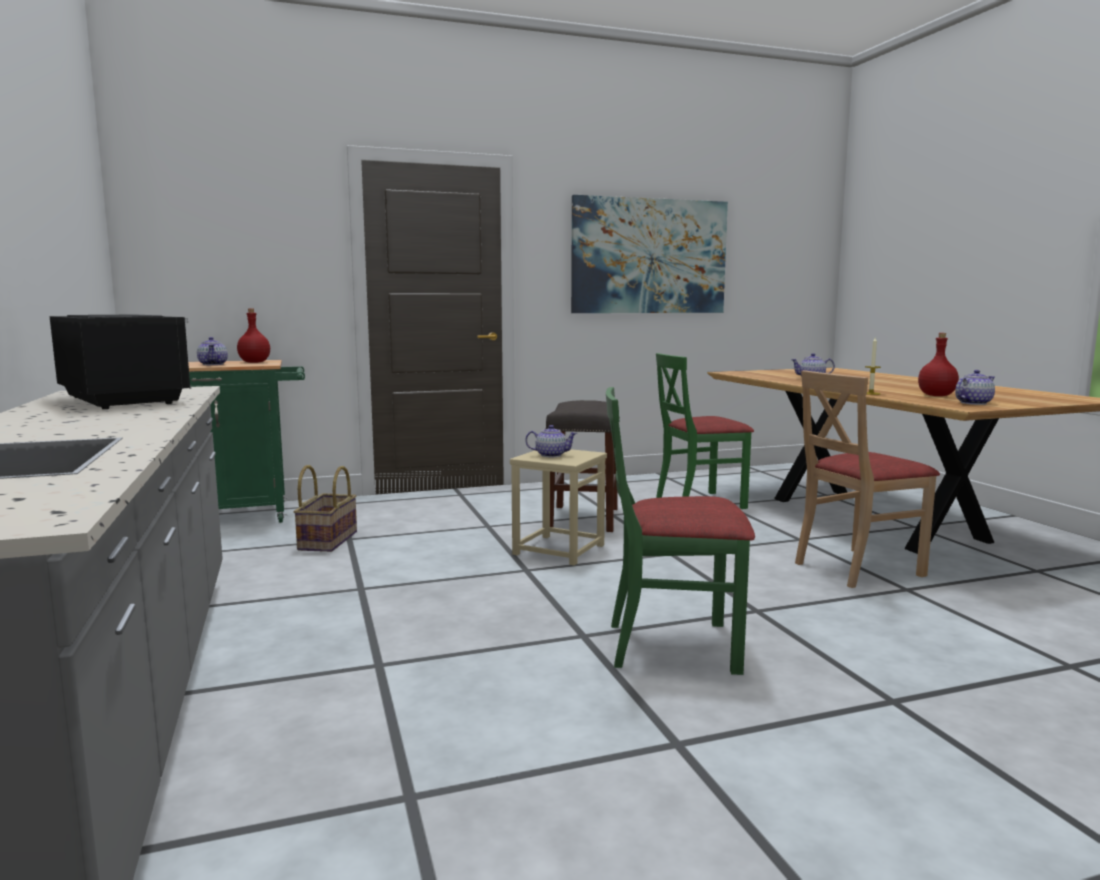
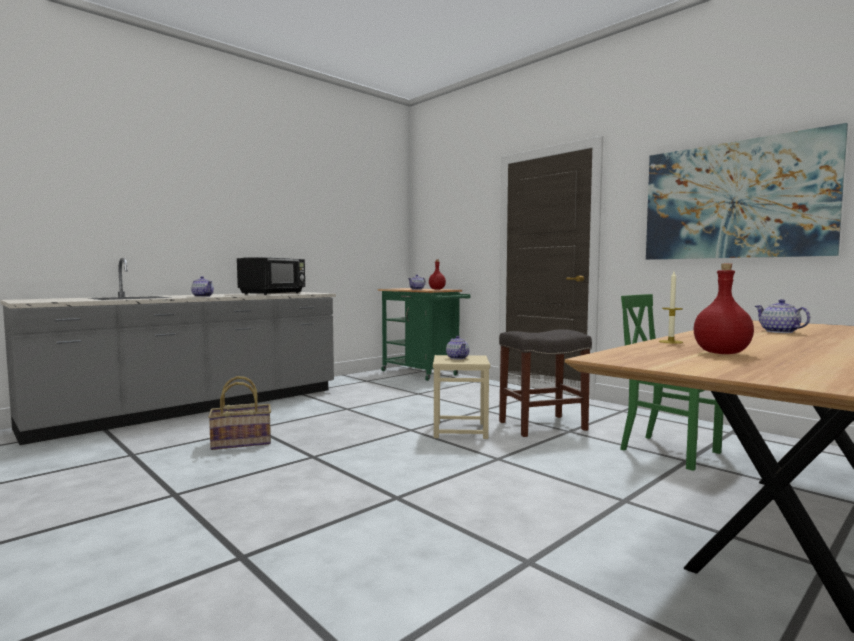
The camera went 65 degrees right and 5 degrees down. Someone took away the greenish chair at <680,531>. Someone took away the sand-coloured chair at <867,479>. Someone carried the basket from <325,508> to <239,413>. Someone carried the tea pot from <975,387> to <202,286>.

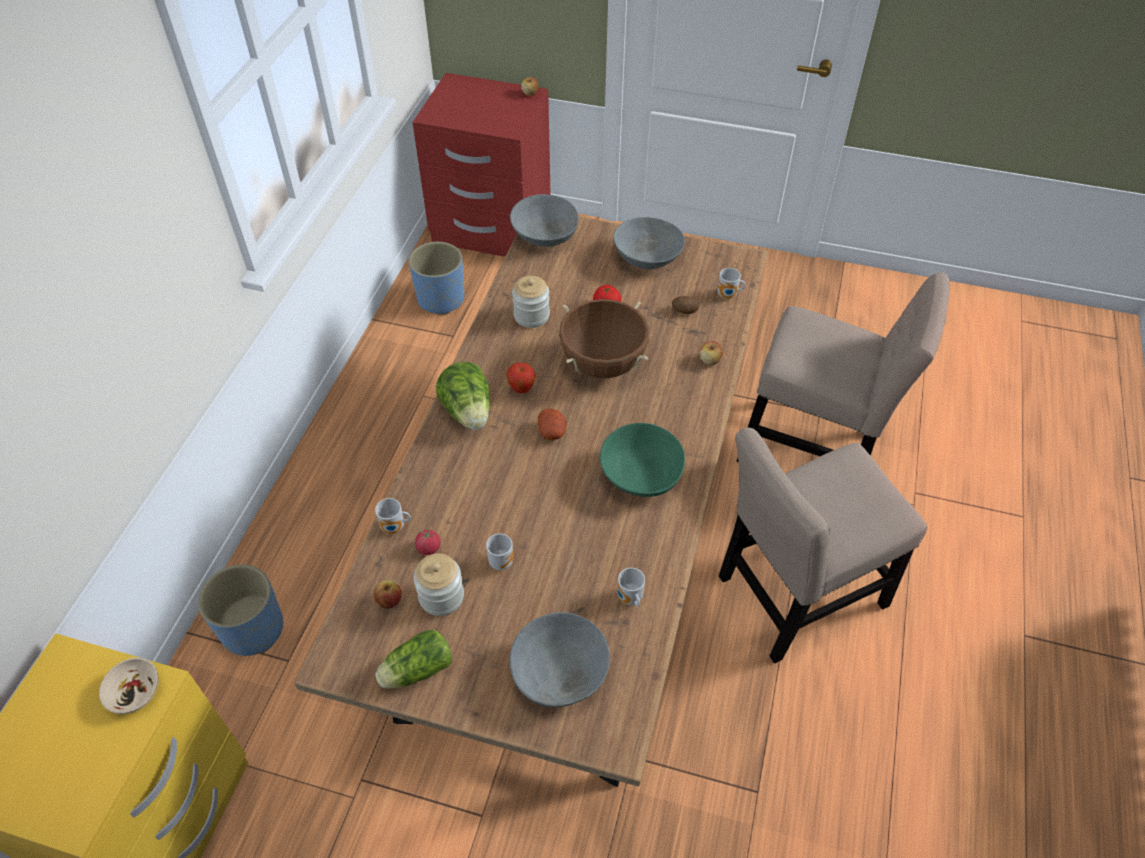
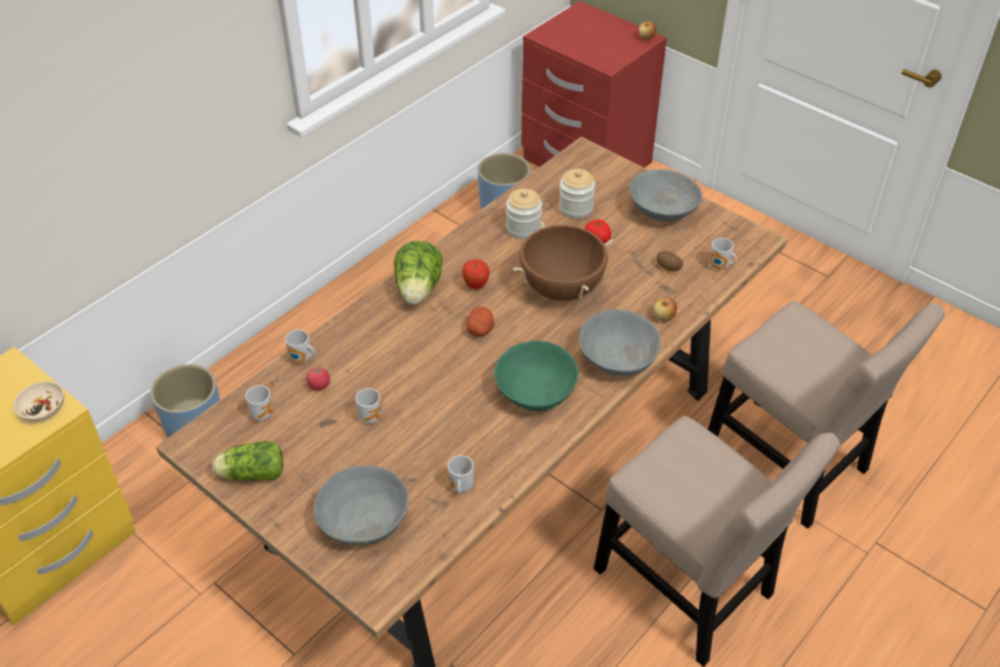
The camera went 25 degrees right and 5 degrees down. Someone carried the jar from <439,585> to <577,194>. Someone carried the grey deep dish from <544,220> to <619,342>. Someone swapped the whole apple at <387,594> for the tea mug at <259,403>. Someone rotated the sand-coloured chair at <823,545> by 135 degrees counterclockwise.

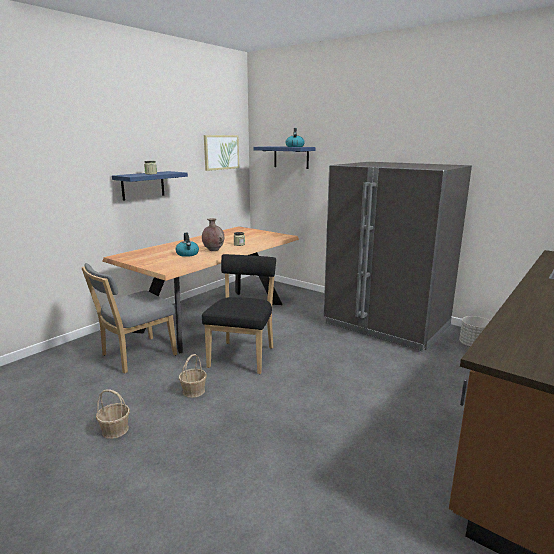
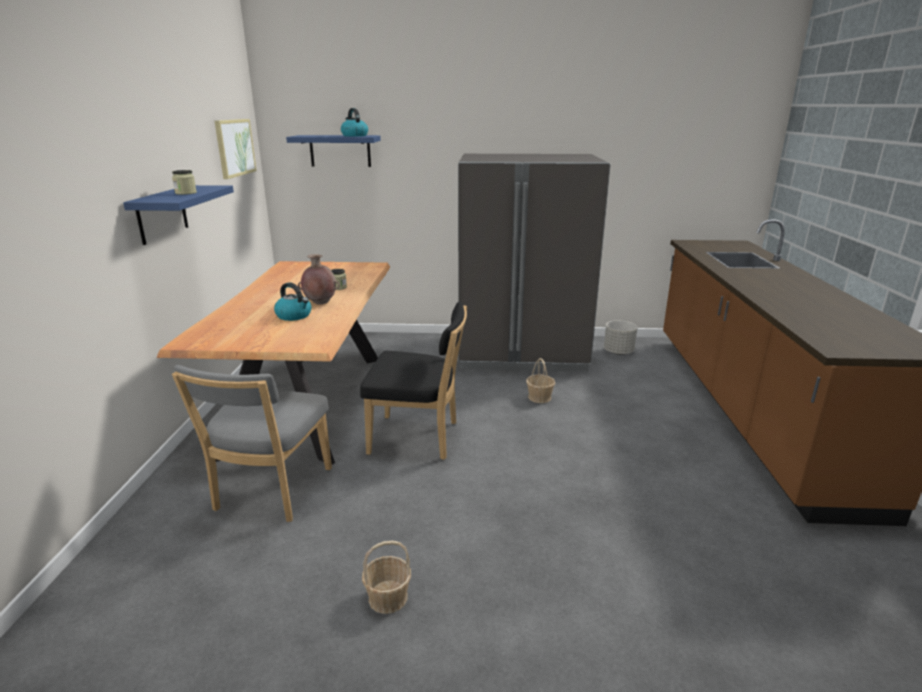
The camera went 35 degrees left and 5 degrees up. Someone carried the basket from <193,376> to <540,380>. Someone rotated the black-coloured chair at <239,314> by 120 degrees clockwise.

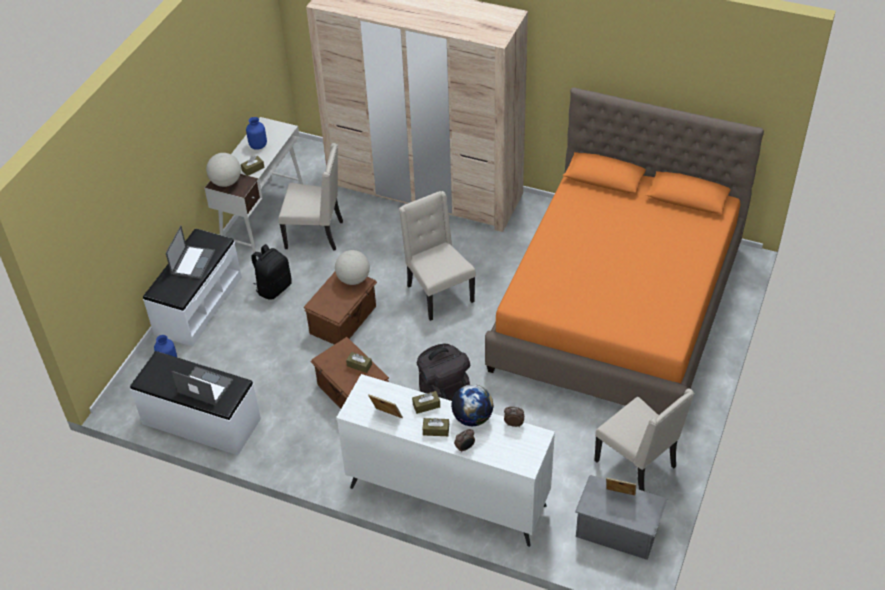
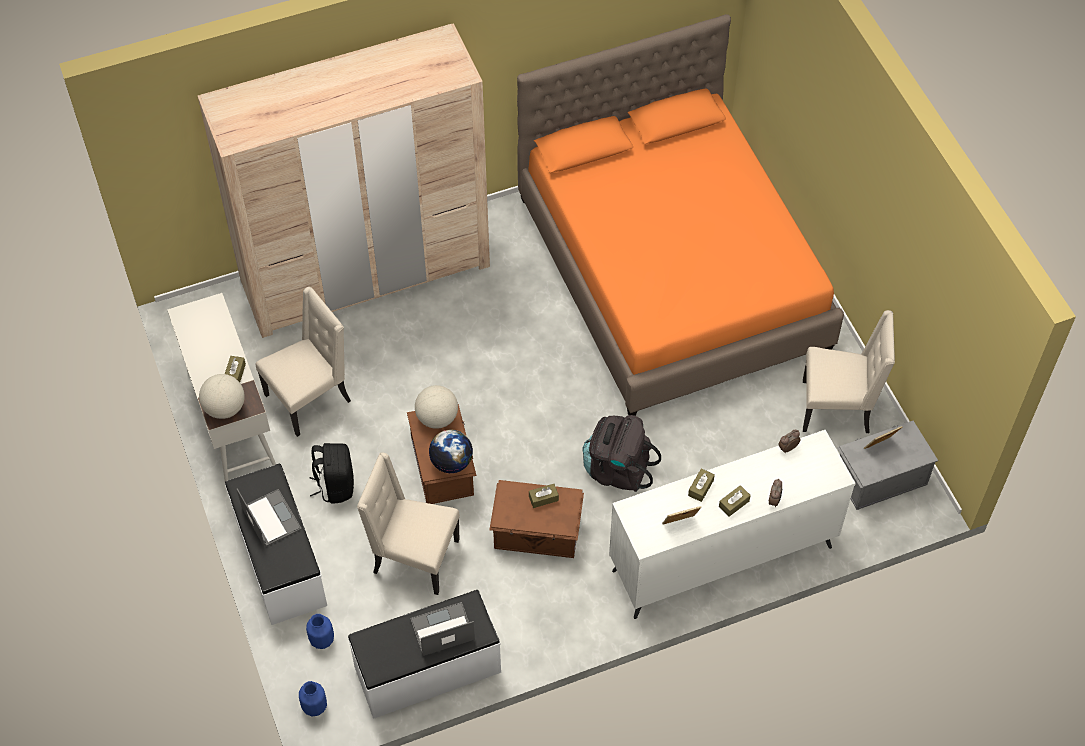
The camera went 45 degrees left and 10 degrees up. Someone carried the bluish flower vase from <256,133> to <313,698>. Someone carried the sand-coloured chair from <437,256> to <408,523>. Someone carried the world globe from <472,405> to <451,451>.

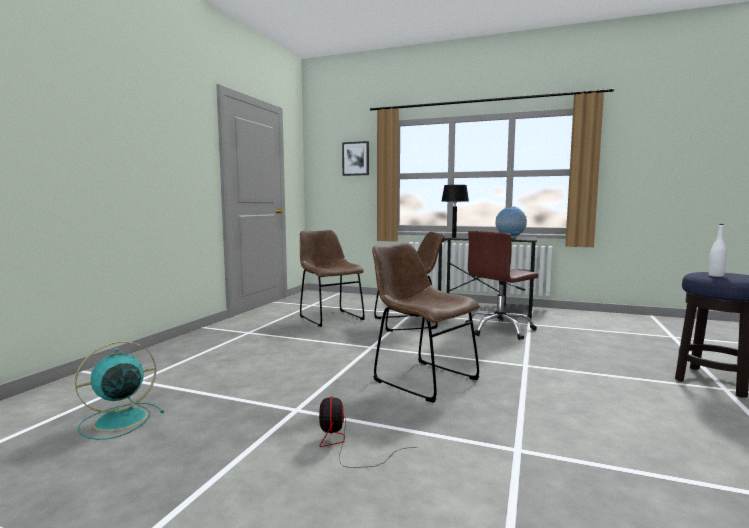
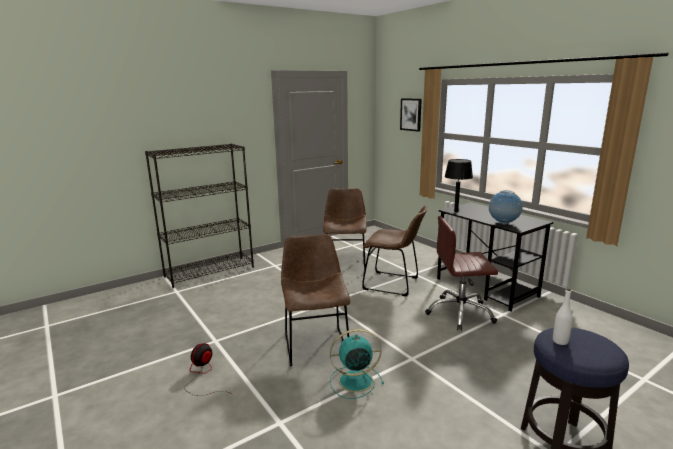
The camera went 35 degrees right and 10 degrees up. Someone put down the black-coloured bookshelf at <199,216>. Someone carried the blue-green electric fan from <119,390> to <357,364>.

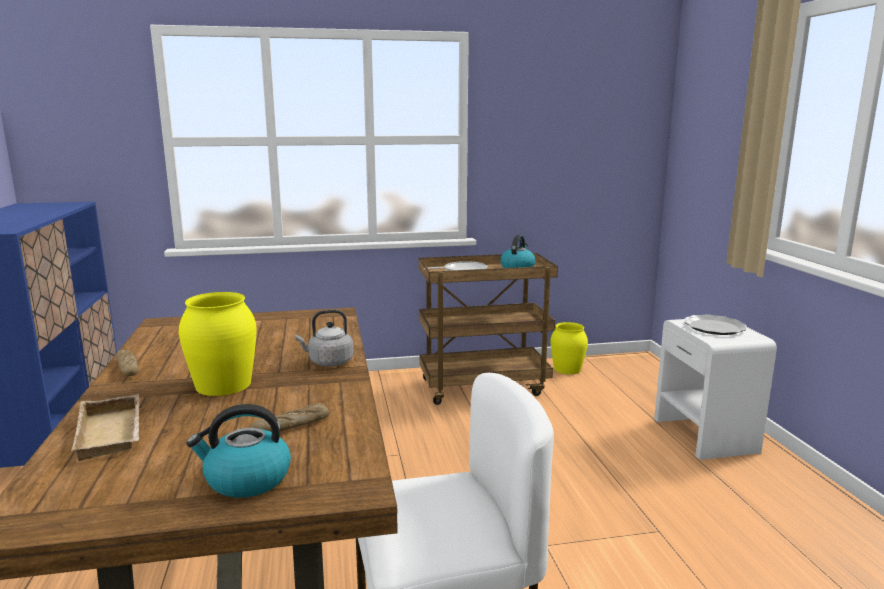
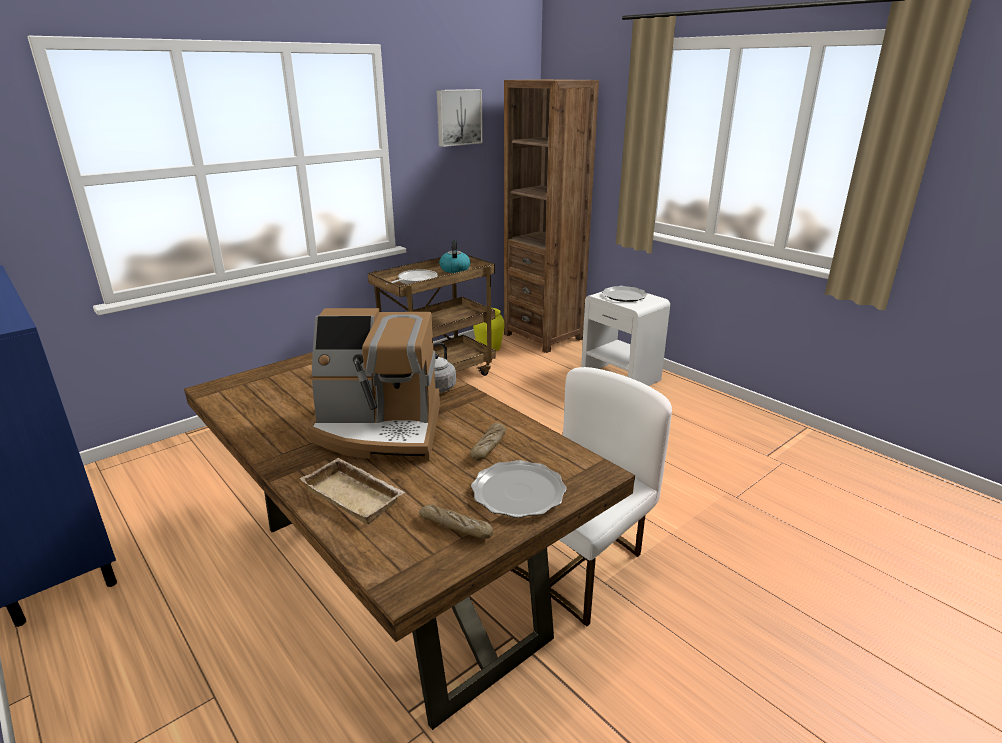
The camera went 30 degrees left and 10 degrees up. Someone put up the wall picture at <460,118>. Someone put down the brown bookshelf at <551,216>. Someone carried the bakery bread from <127,363> to <456,521>. Someone swapped the yellow flower vase at <218,344> for the coffee brewer at <374,384>. Someone swapped the tea kettle at <238,451> for the dinner plate at <519,489>.

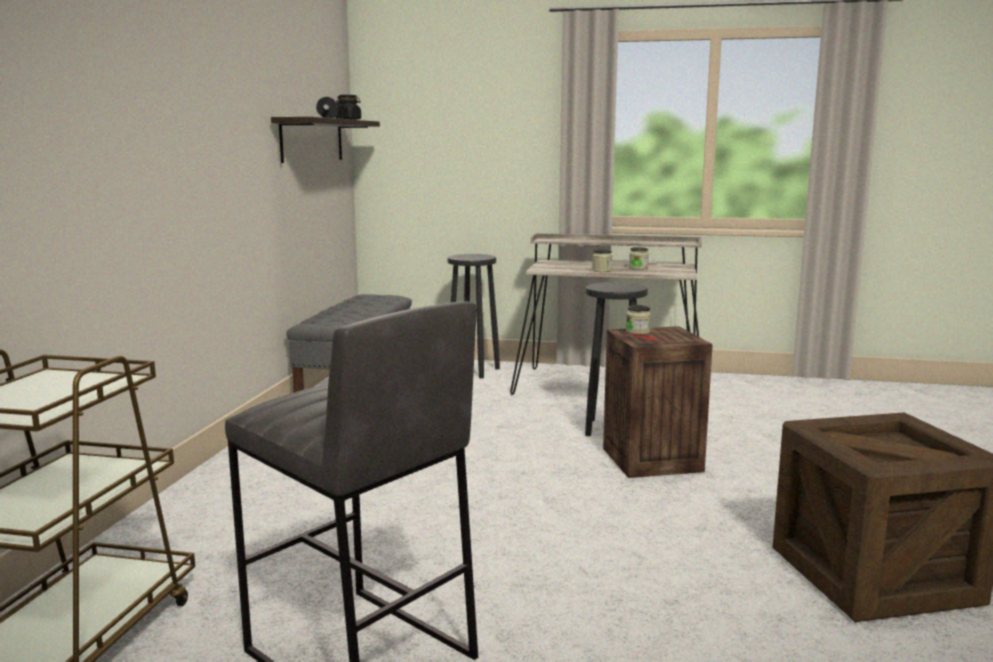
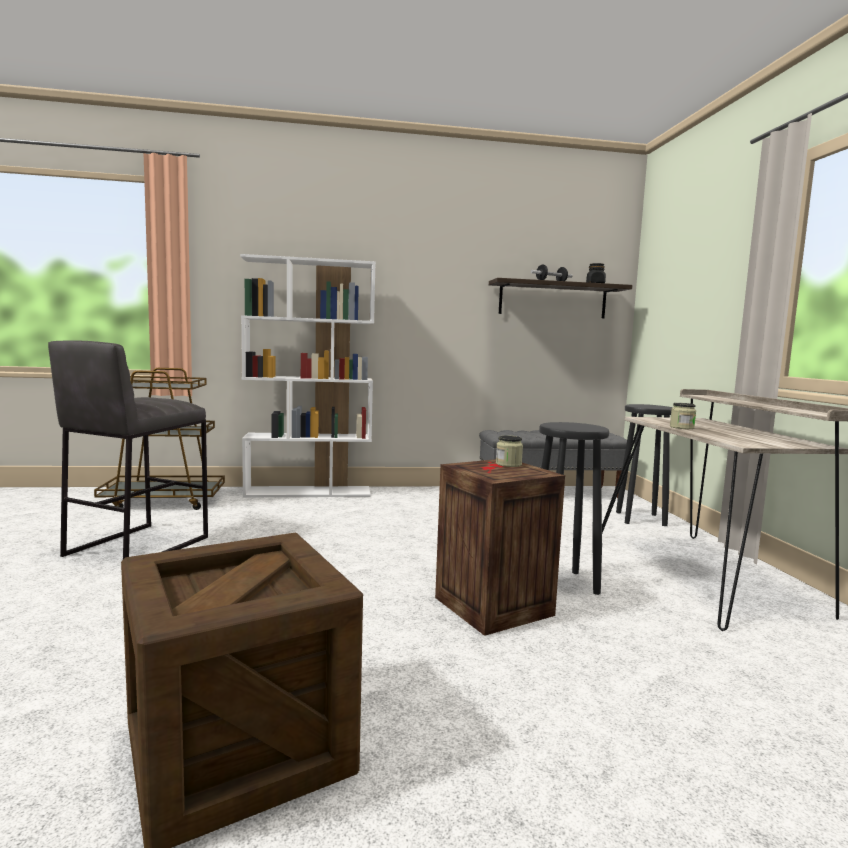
The camera went 70 degrees right and 5 degrees down. Someone took away the jar at <639,258>. Someone put down the white-coloured bookshelf at <308,375>.

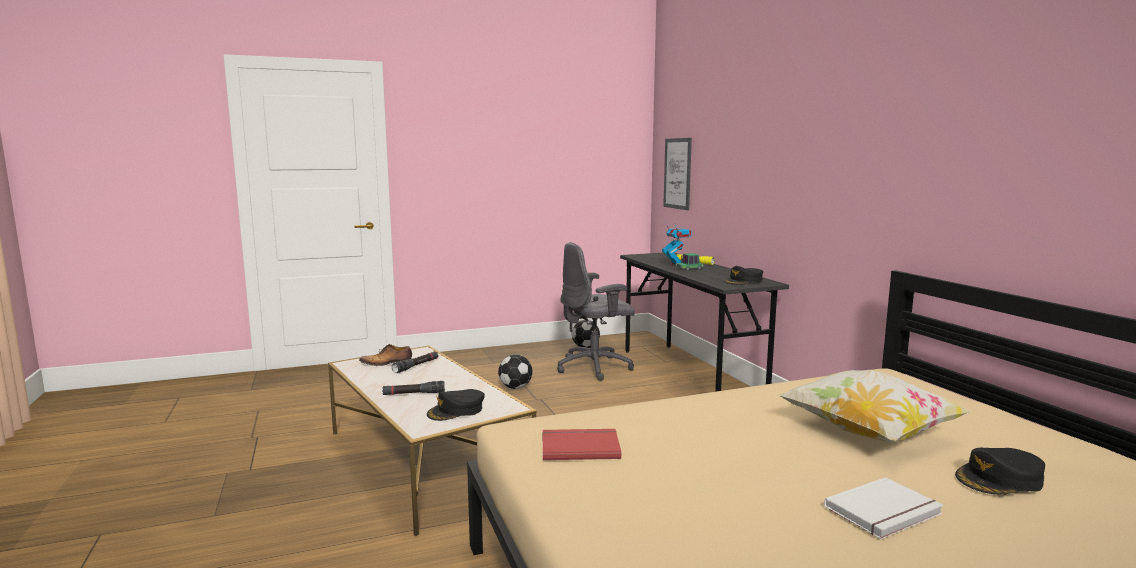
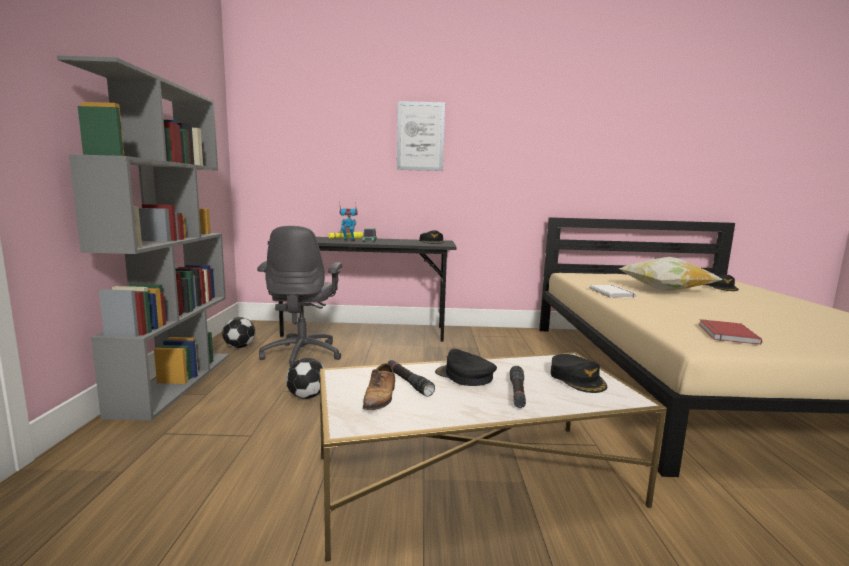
The camera went 70 degrees left and 0 degrees up. Someone put down the grey bookshelf at <143,238>. Someone put down the black-coloured peaked cap at <466,367>. Someone carried the wall picture from <677,174> to <421,136>. Someone carried the white-coloured bound book from <883,508> to <613,291>.

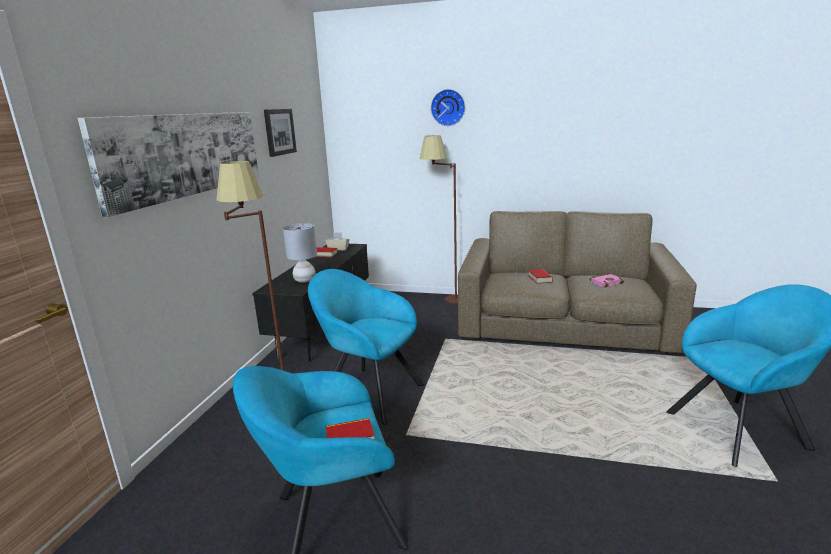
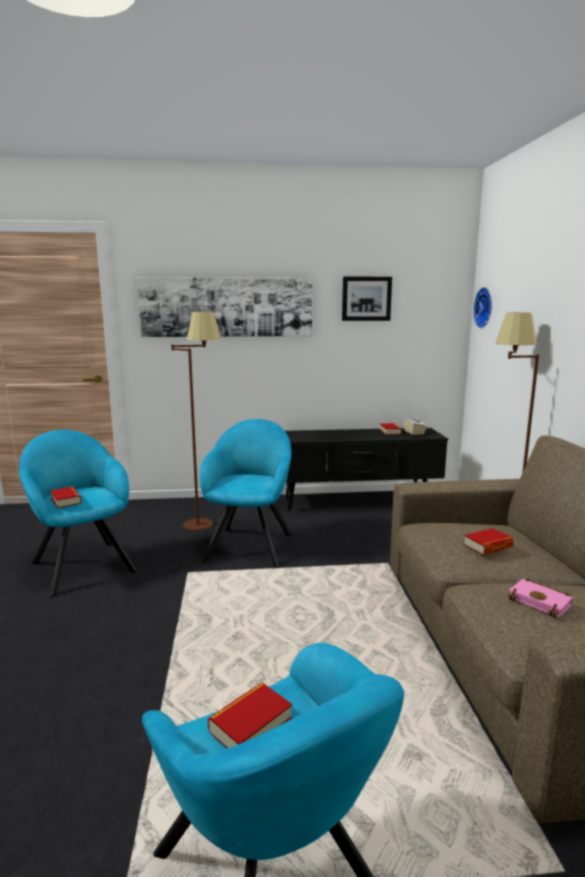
The camera went 70 degrees right and 5 degrees down. Someone took away the grey lamp for a table at <300,253>. Someone put down the bound book at <250,715>. Someone carried the clock on the wall from <448,107> to <482,307>.

